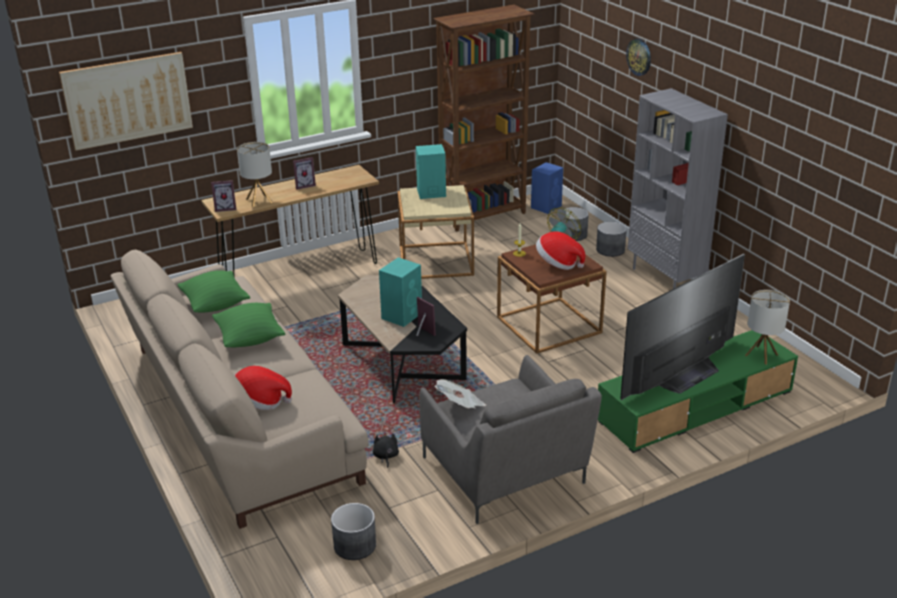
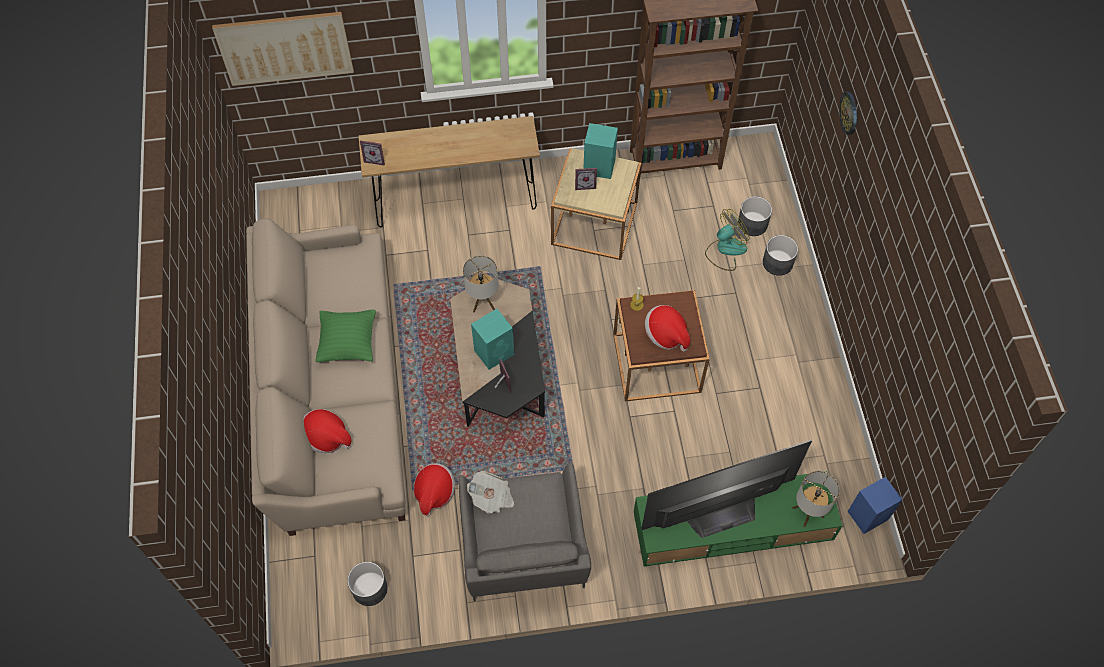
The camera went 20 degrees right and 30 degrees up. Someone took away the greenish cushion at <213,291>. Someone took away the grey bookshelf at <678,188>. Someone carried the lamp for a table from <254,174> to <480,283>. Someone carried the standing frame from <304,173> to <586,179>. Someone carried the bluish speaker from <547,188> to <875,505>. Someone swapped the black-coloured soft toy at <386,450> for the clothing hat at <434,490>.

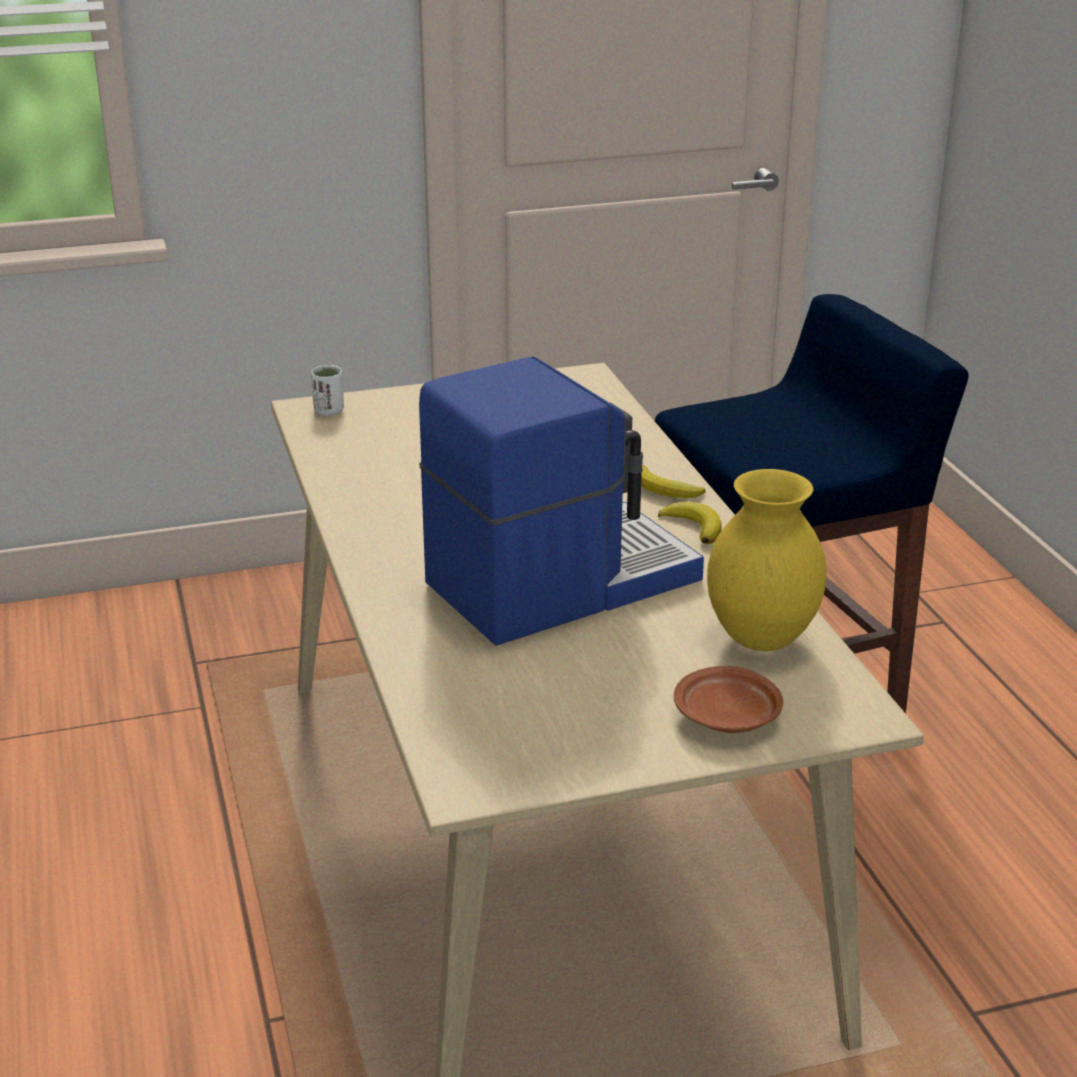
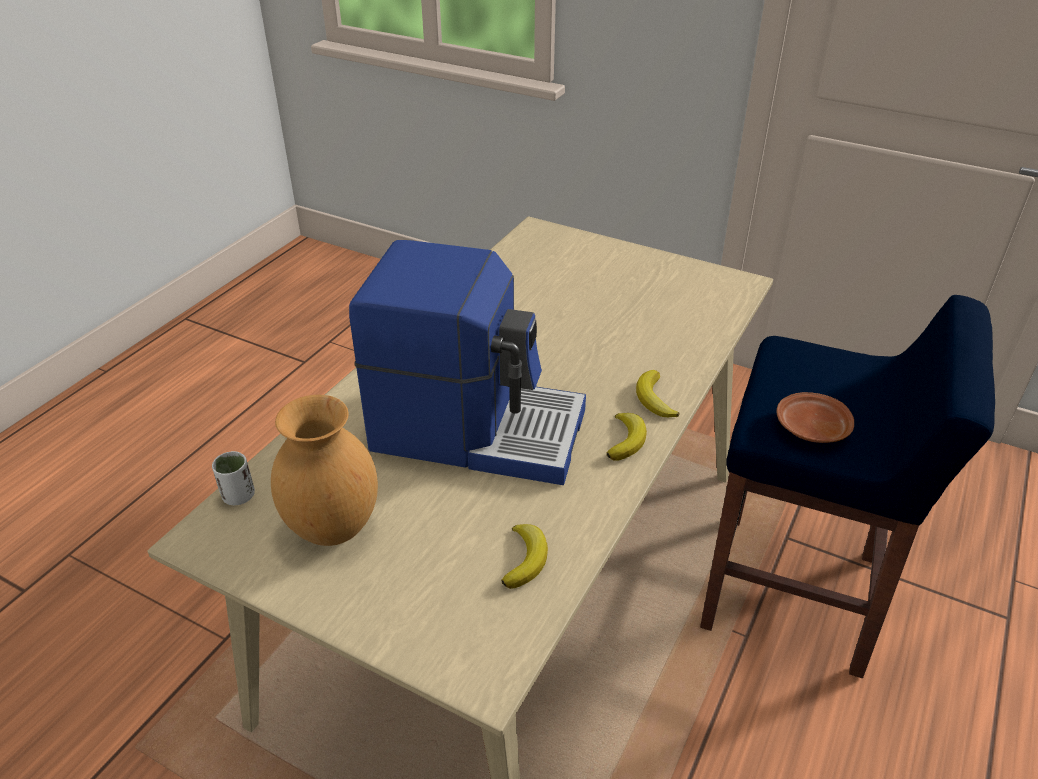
The camera went 45 degrees right and 10 degrees up. Someone put down the brown flower vase at <324,470>. Someone carried the white-coloured small cup from <327,390> to <233,478>. Someone carried the brown dinner plate from <728,699> to <815,417>. Someone swapped the yellow flower vase at <766,560> for the whole banana at <524,556>.

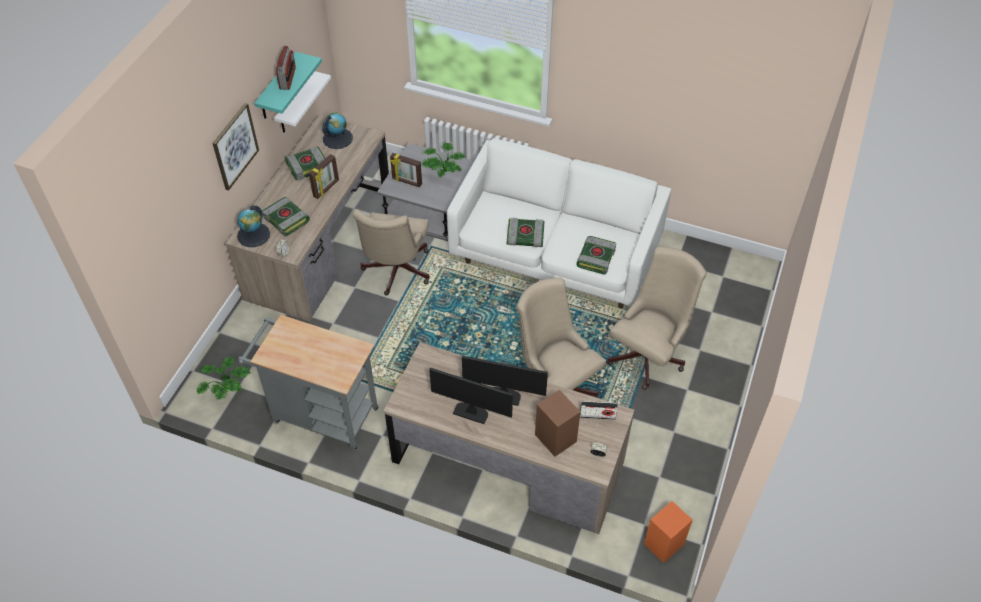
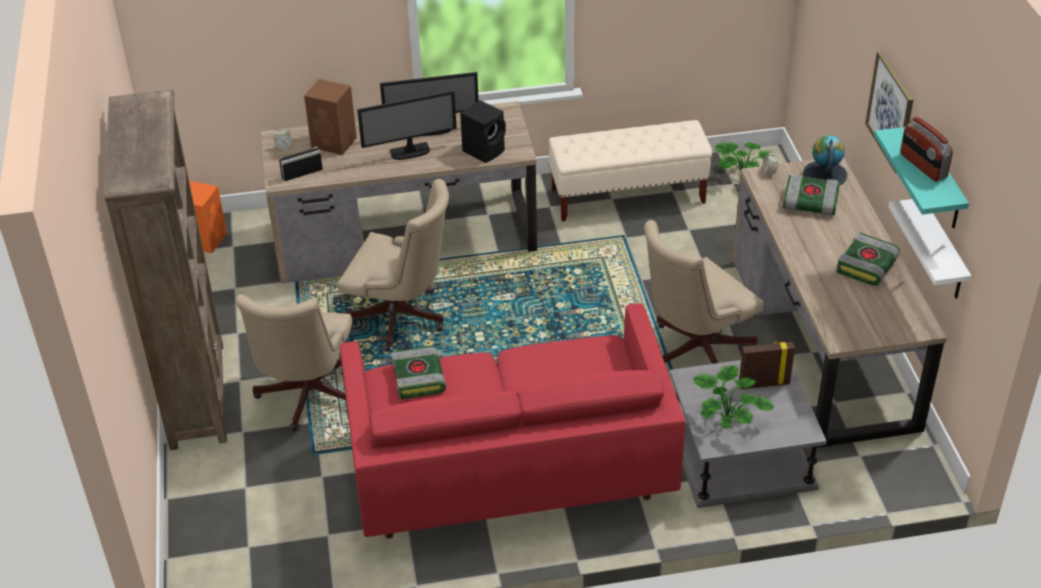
The camera went 150 degrees right and 10 degrees down. Someone took away the standing frame at <324,176>. Someone took away the world globe at <337,131>. Someone took away the bound book at <526,232>. Someone put down the brown bookshelf at <165,270>. Someone put down the black-coloured speaker at <483,131>. Someone swapped the grey cart at <308,382> for the sand-coloured indoor bench at <630,171>. Someone repainted the white-coloured sofa at <559,223>, which became the reddish sofa at <512,421>. Someone rotated the sand-coloured office chair at <391,252> by 105 degrees counterclockwise.

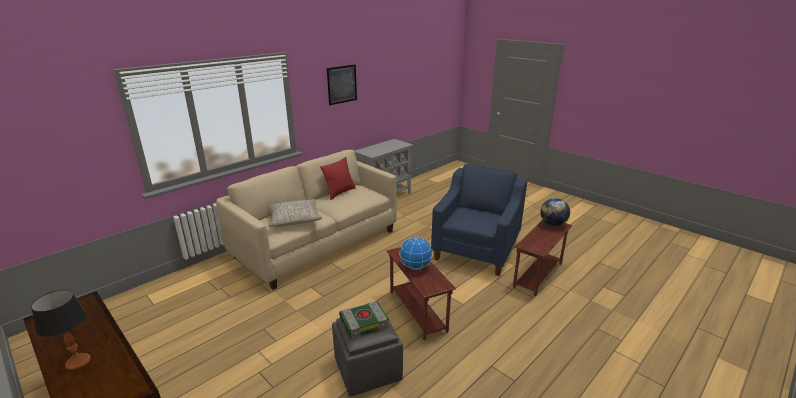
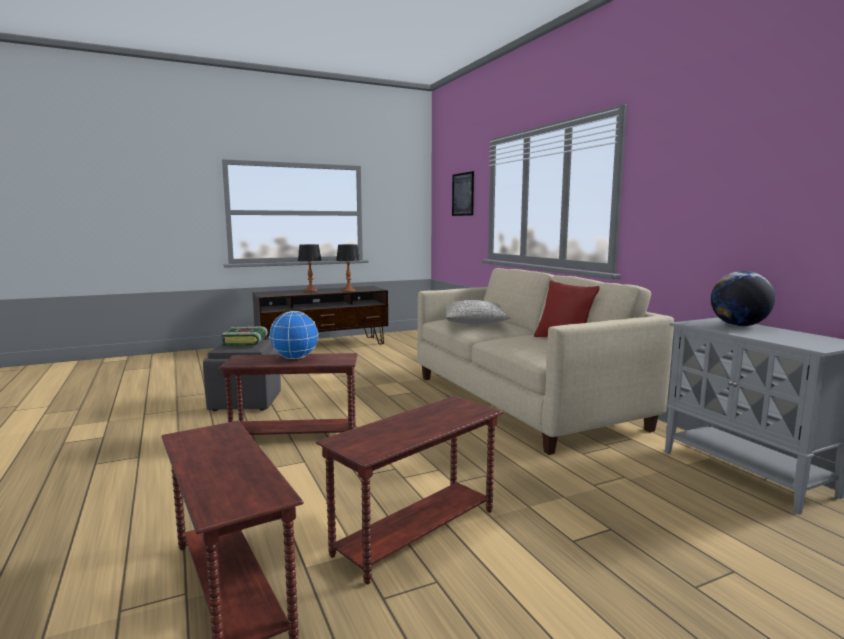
The camera went 110 degrees right and 15 degrees down. Someone put down the lamp for a table at <348,268>. Someone carried the wall picture from <342,85> to <463,193>. Someone carried the world globe from <555,212> to <743,298>. Someone swapped the bluish easy chair at <479,220> for the brown end table at <410,490>.

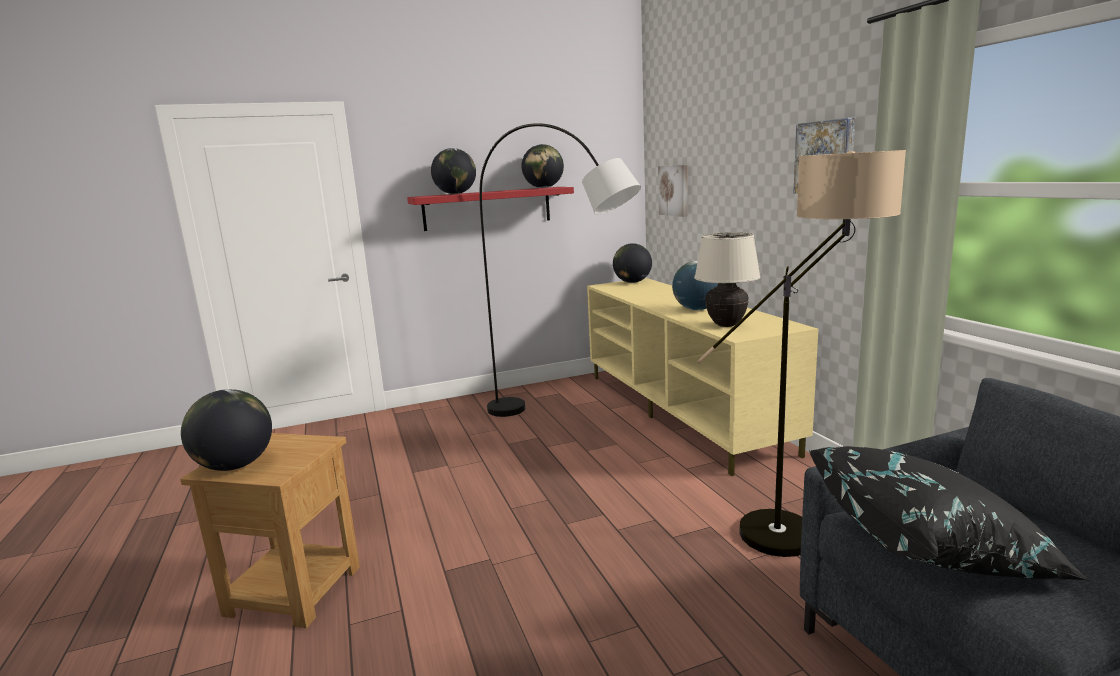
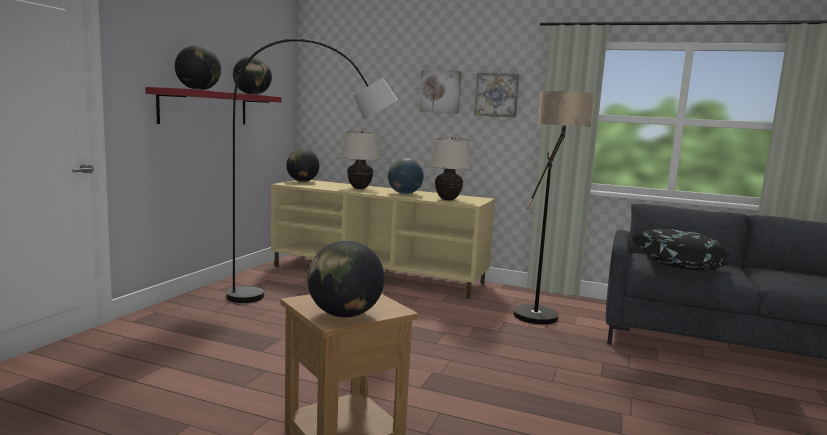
The camera went 50 degrees left and 5 degrees down. Someone put down the sand-coloured lamp for a table at <361,160>. Someone carried the wall picture from <673,191> to <440,92>.

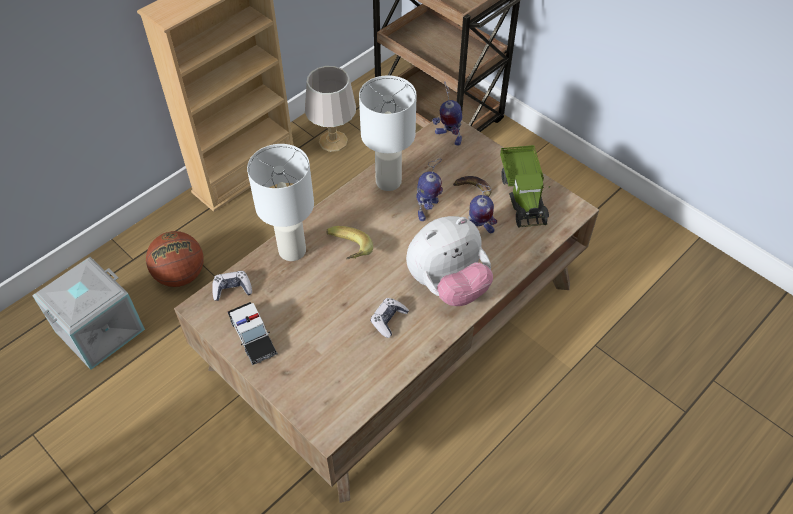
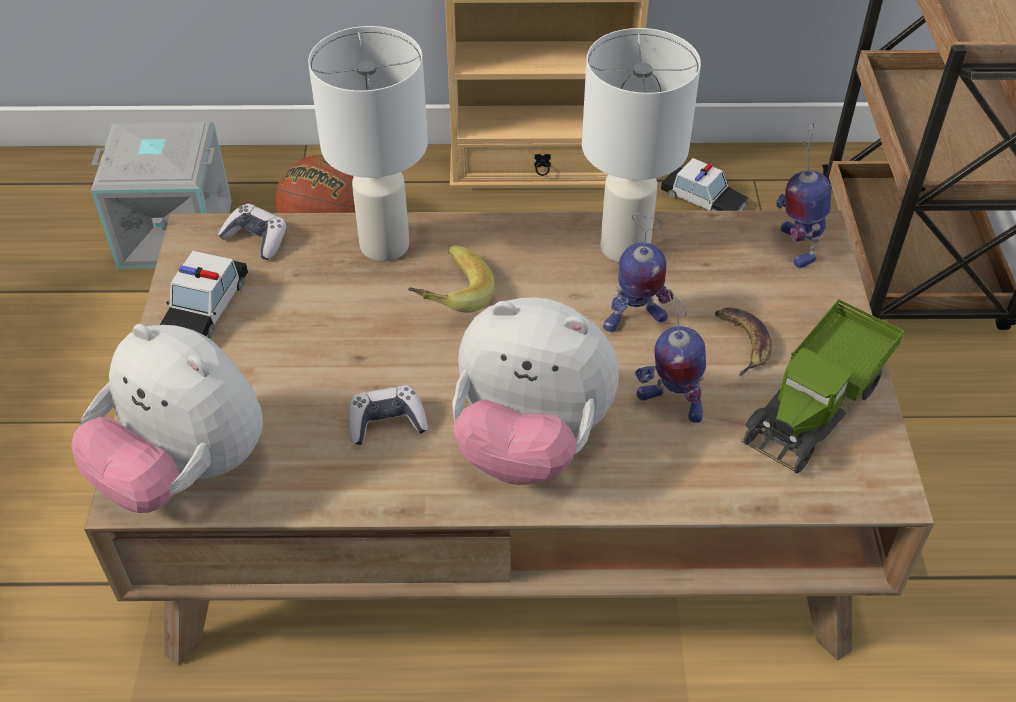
The camera went 45 degrees right and 5 degrees down. Someone put down the soft toy at <167,418>. Someone swapped the grey lamp for a table at <330,109> for the miniature car at <705,184>.

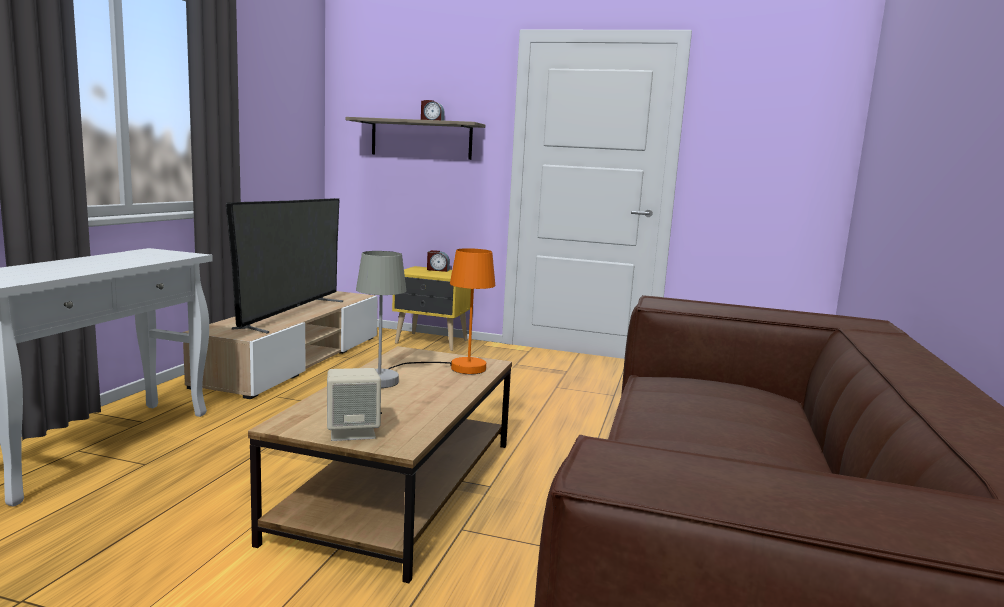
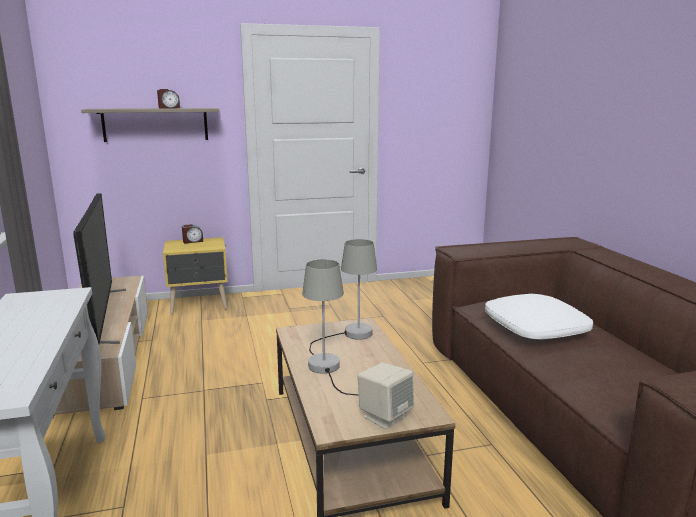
The camera went 30 degrees left and 5 degrees up. Someone put down the white-coloured cushion at <539,317>. Someone repainted the orange-coloured lamp for a table at <441,311>, which became the grey lamp for a table at <343,297>.

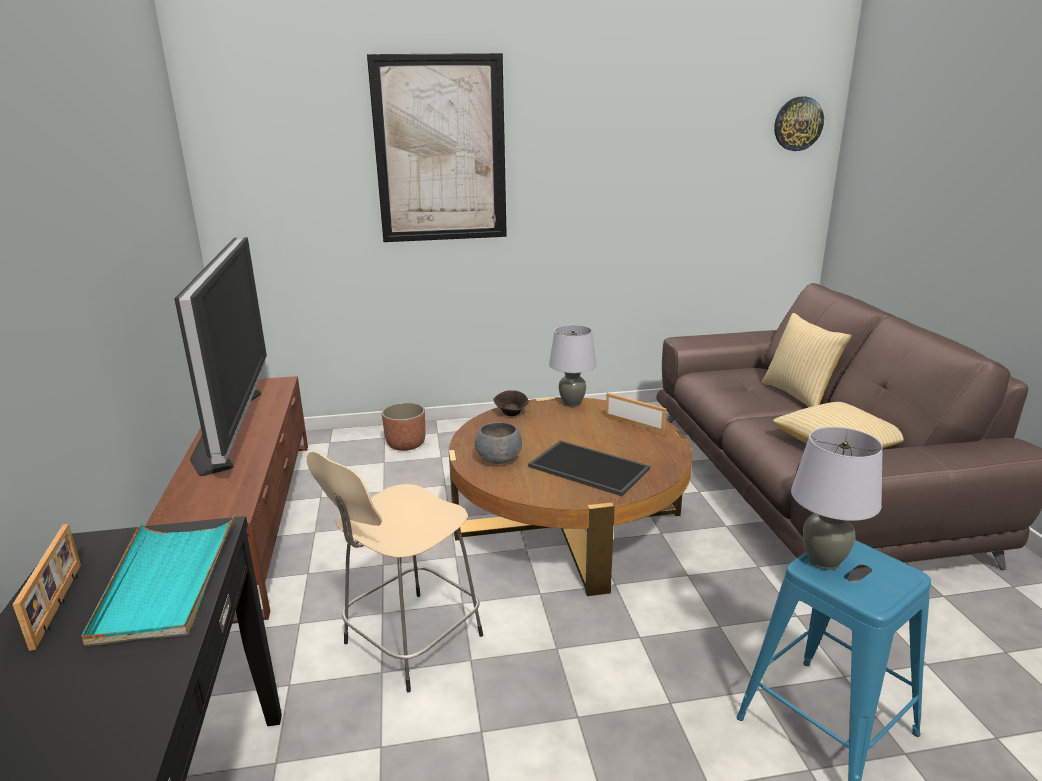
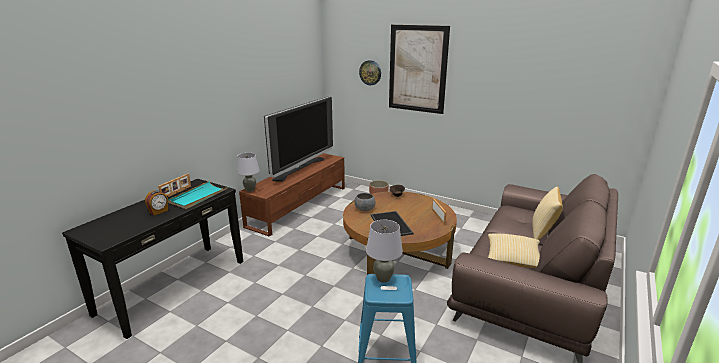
The camera went 40 degrees right and 0 degrees up. Someone took away the sand-coloured sitting stool at <395,572>. Someone put down the bedside clock at <156,202>. Someone carried the grey lamp for a table from <572,366> to <248,172>. Someone carried the clock on the wall from <799,124> to <370,72>.

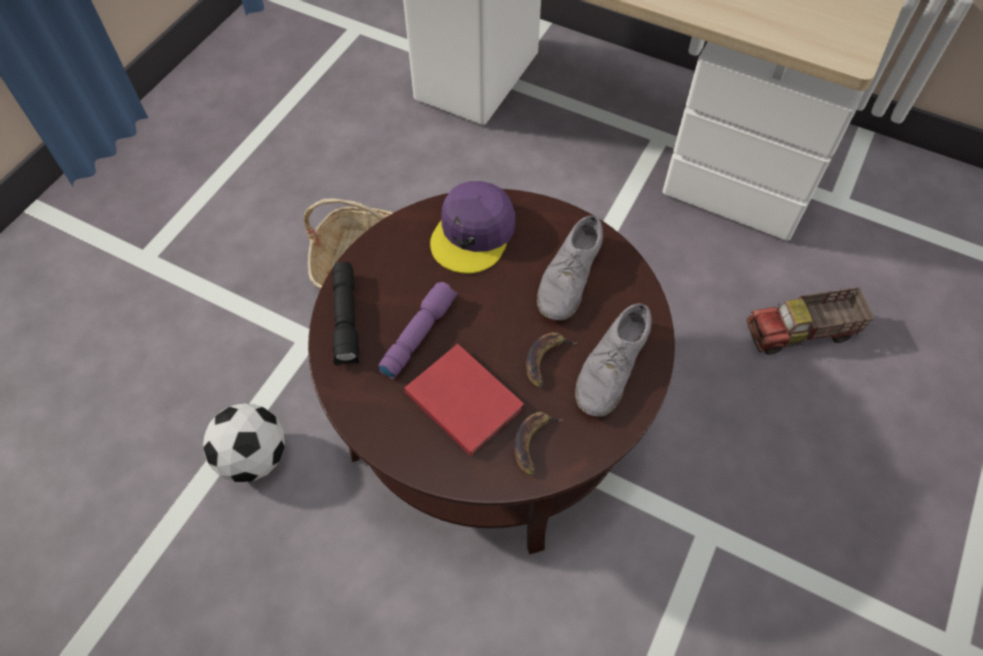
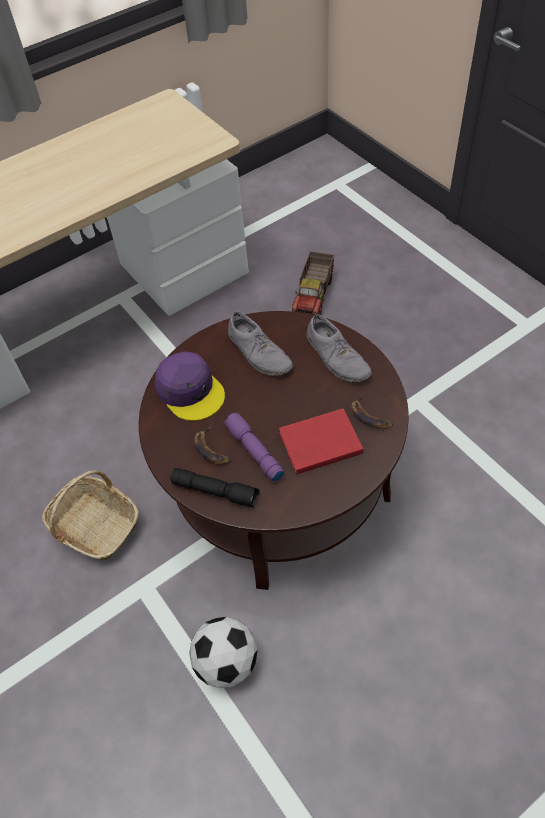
The camera went 60 degrees left and 5 degrees down. Someone carried the whole banana from <551,360> to <212,445>.

